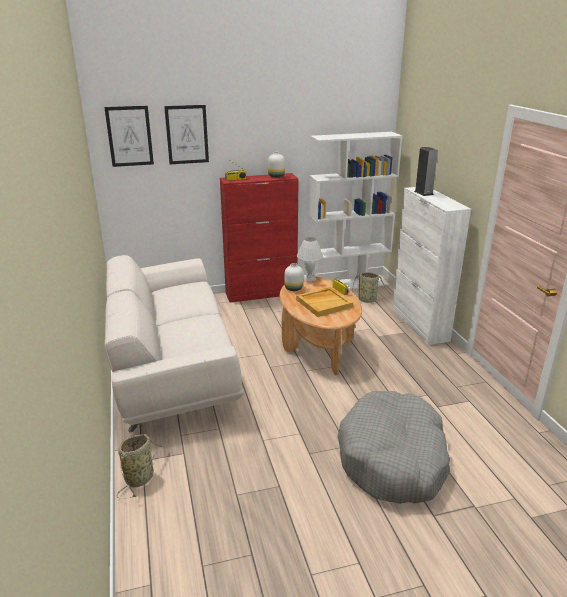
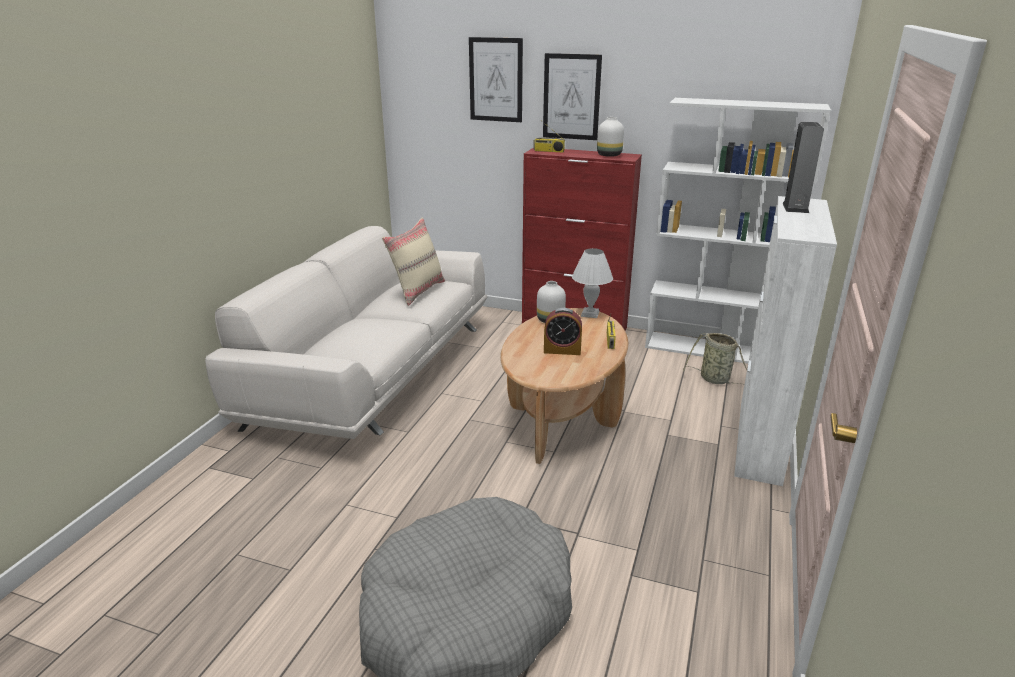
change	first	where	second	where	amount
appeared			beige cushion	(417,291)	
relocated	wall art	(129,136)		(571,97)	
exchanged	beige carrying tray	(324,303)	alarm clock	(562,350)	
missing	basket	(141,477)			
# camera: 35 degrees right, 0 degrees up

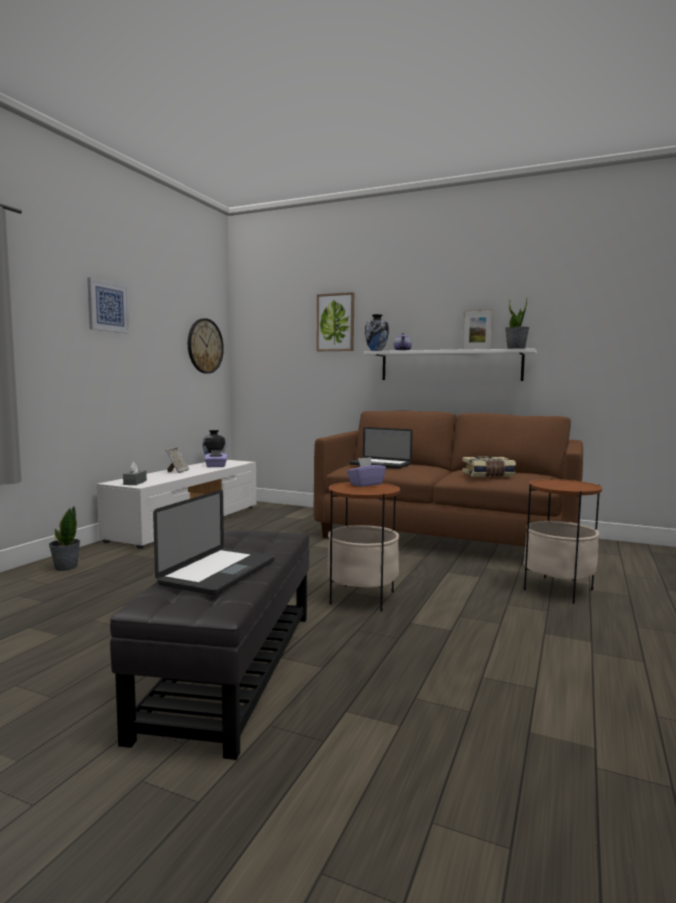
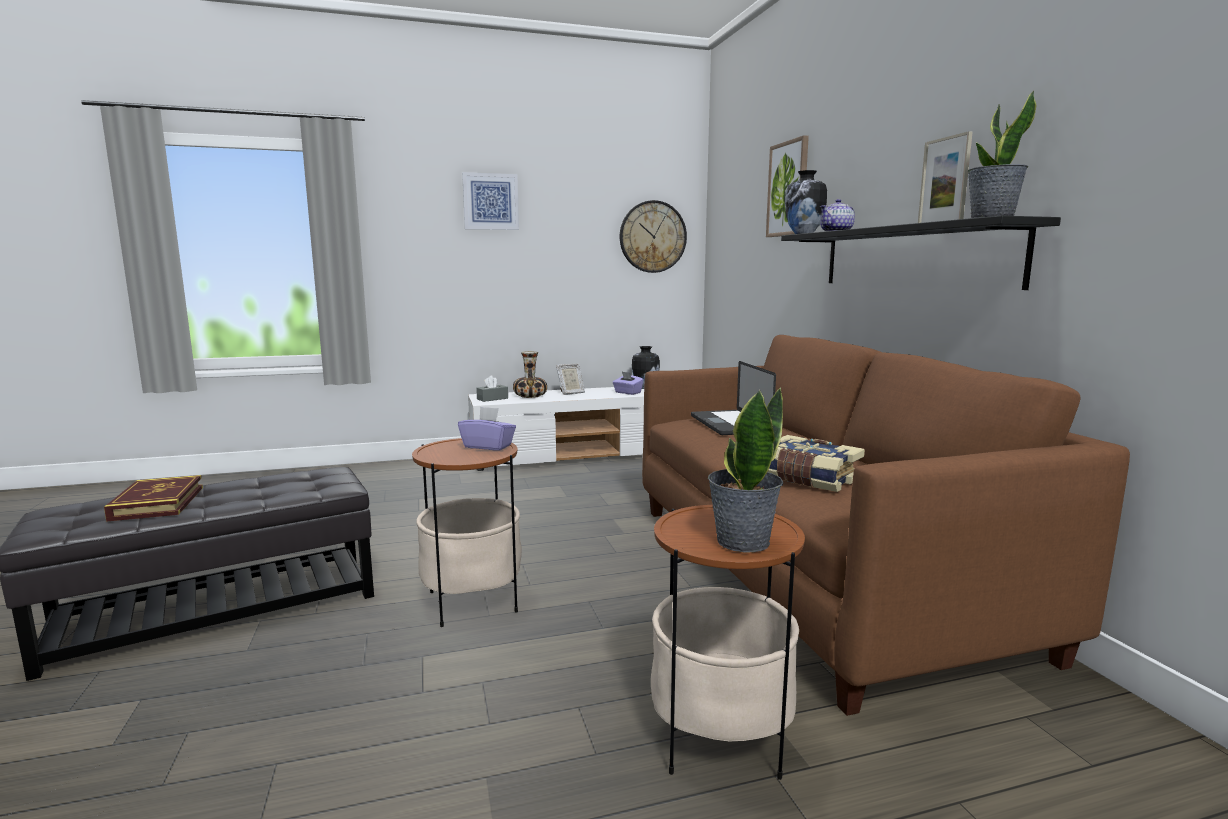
change	first	where	second	where	amount
exchanged	laptop	(219,572)	bound book	(158,503)	
appeared			flower vase	(530,396)	
relocated	potted plant	(65,567)		(742,541)	
colour	white-coloured bracket shelf	(450,366)	black-coloured bracket shelf	(912,257)	
# camera: 50 degrees right, 5 degrees up

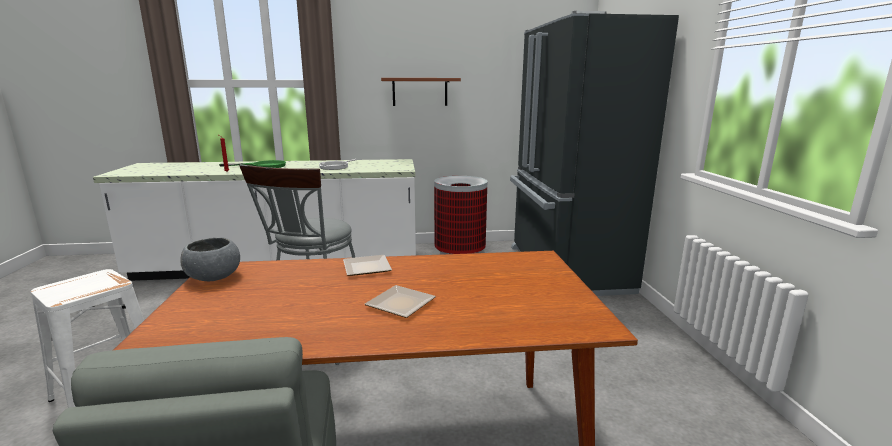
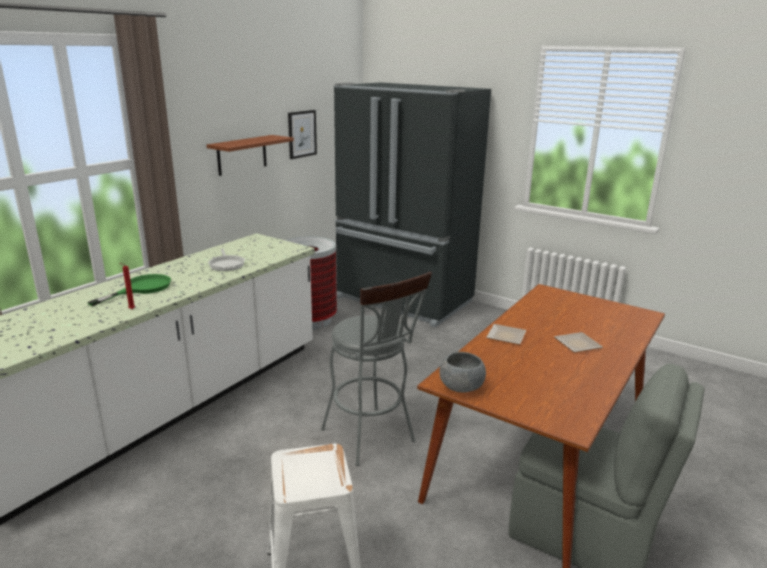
change	first	where	second	where	amount
appeared			wall art	(302,134)	
# camera: 50 degrees left, 5 degrees up

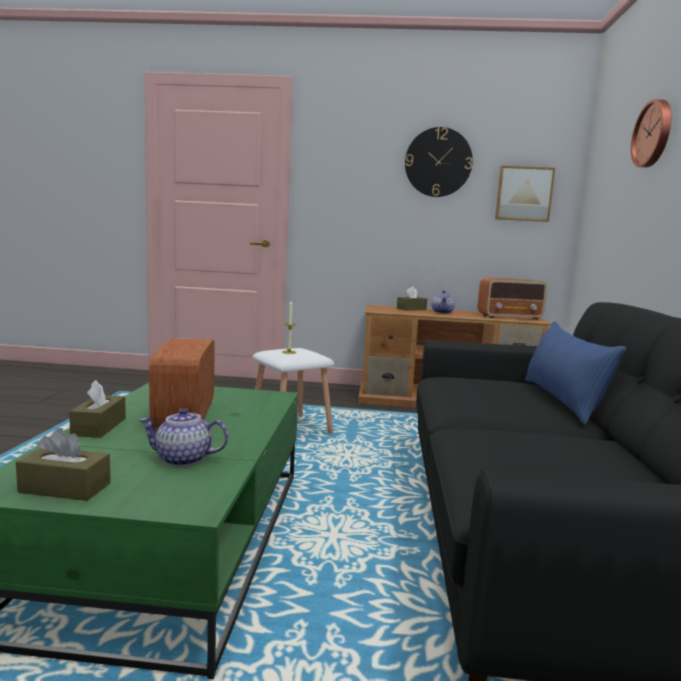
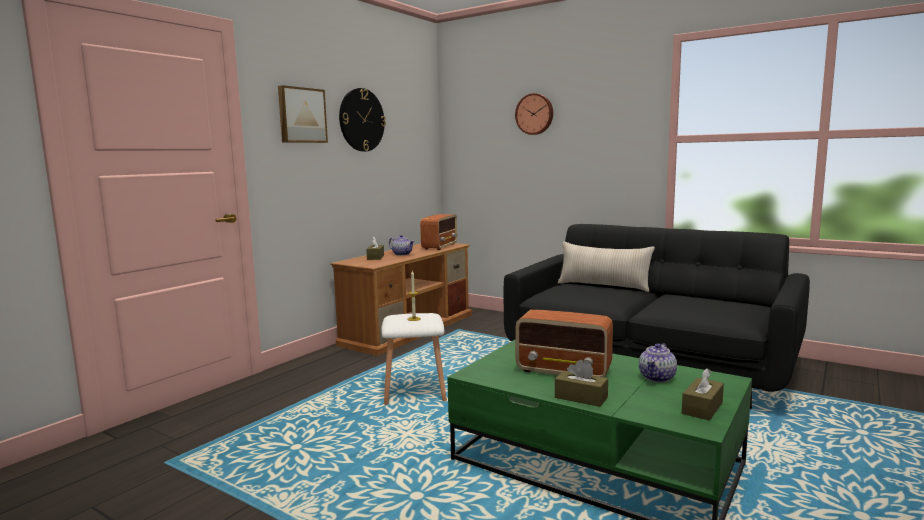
change	first	where	second	where	amount
relocated	wall art	(523,194)		(301,115)	
colour	blue-coloured cushion	(562,400)	beige cushion	(603,286)	
# camera: 60 degrees left, 0 degrees up

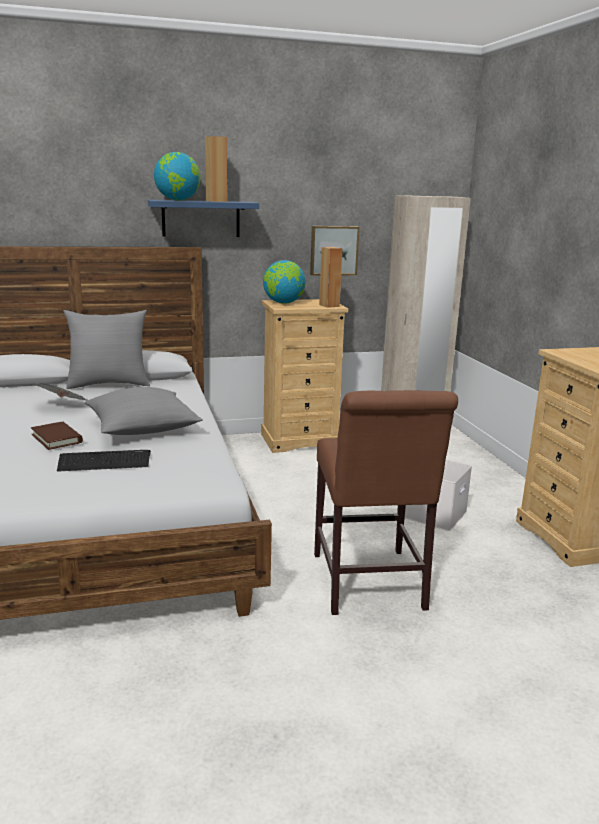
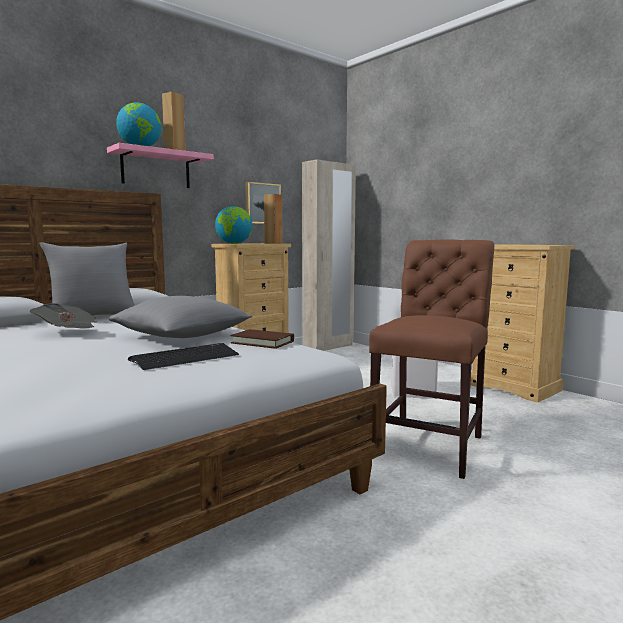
change	first	where	second	where	amount
colour	blue-coloured bracket shelf	(201,218)	pink-coloured bracket shelf	(156,169)	
relocated	brown bound book	(57,438)		(262,342)	
spun	brown plain chair	(368,585)		(431,444)	120 degrees counterclockwise
# camera: 25 degrees left, 10 degrees down

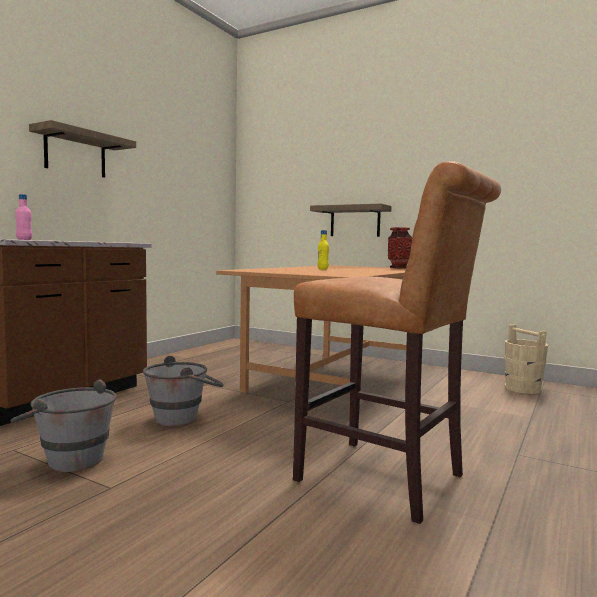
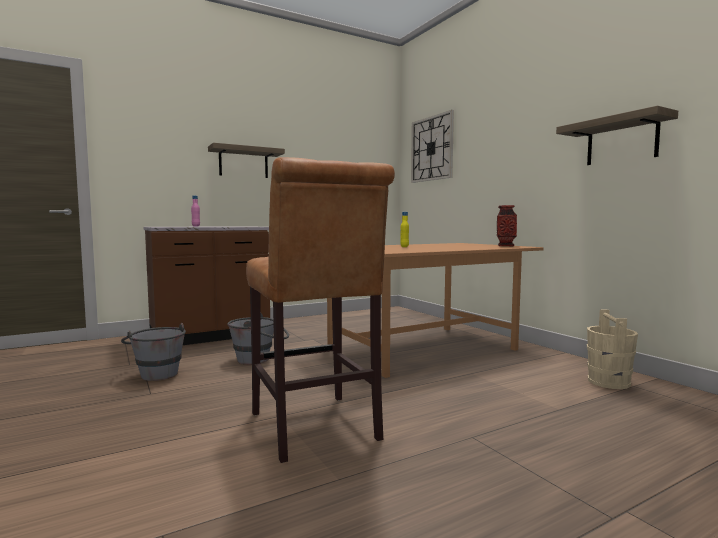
change	first	where	second	where	amount
appeared			wall clock	(432,148)	
relocated	bracket shelf	(355,221)		(621,141)	
# camera: 30 degrees right, 0 degrees up

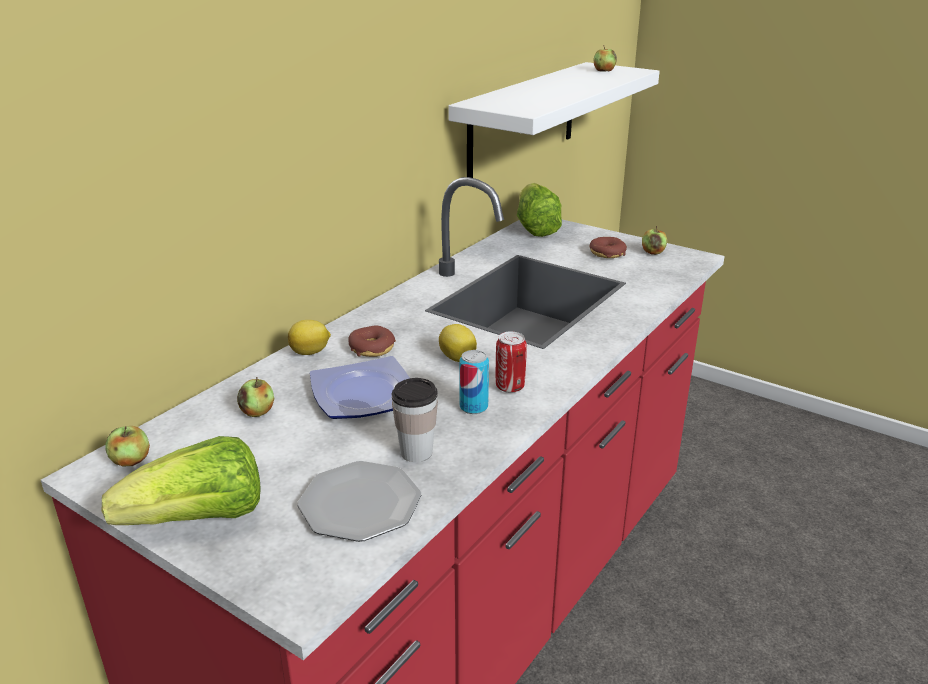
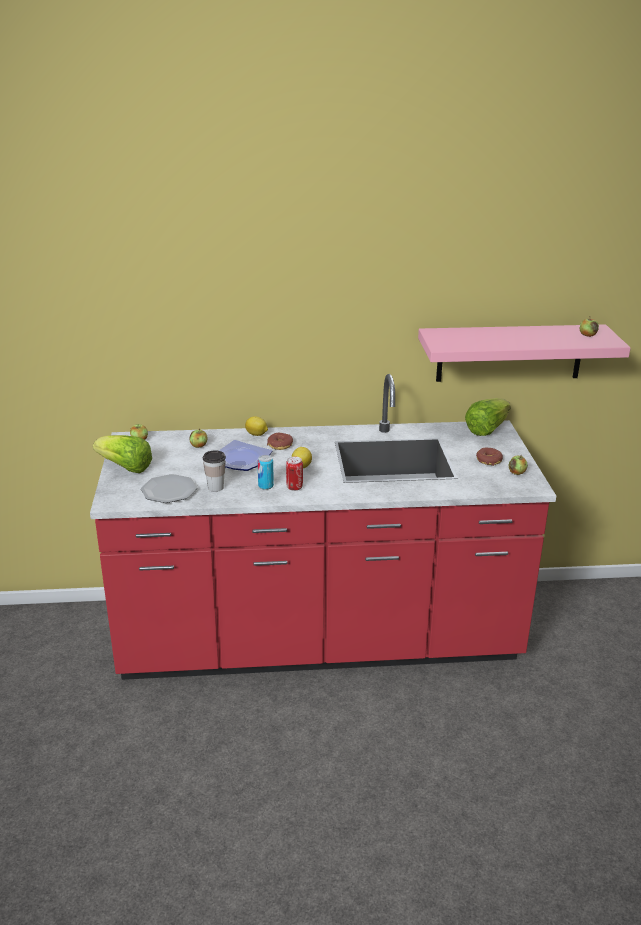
change	first	where	second	where	amount
colour	white-coloured bracket shelf	(523,120)	pink-coloured bracket shelf	(509,353)	
# camera: 50 degrees right, 0 degrees up

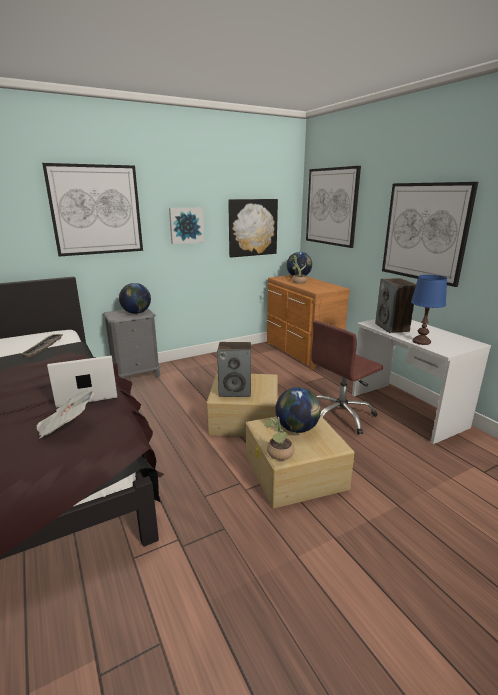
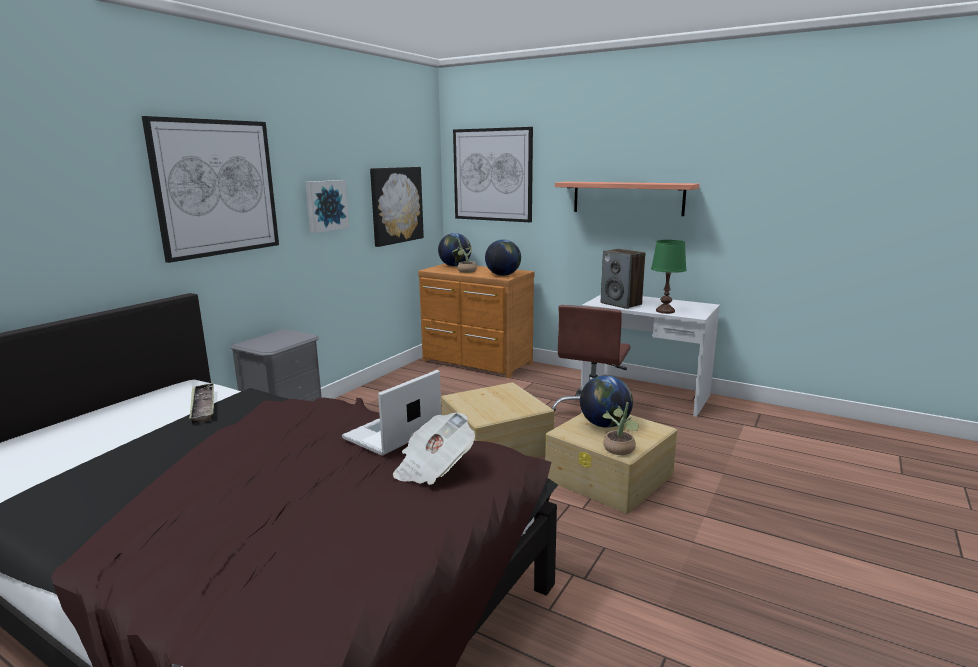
change	first	where	second	where	amount
relocated	world globe	(136,313)		(503,275)	
exchanged	wall art	(424,232)	bracket shelf	(627,198)	
colour	blue-coloured lamp for a table	(421,341)	greenish lamp for a table	(665,311)	
missing	speaker	(235,391)			
# camera: 30 degrees left, 5 degrees down

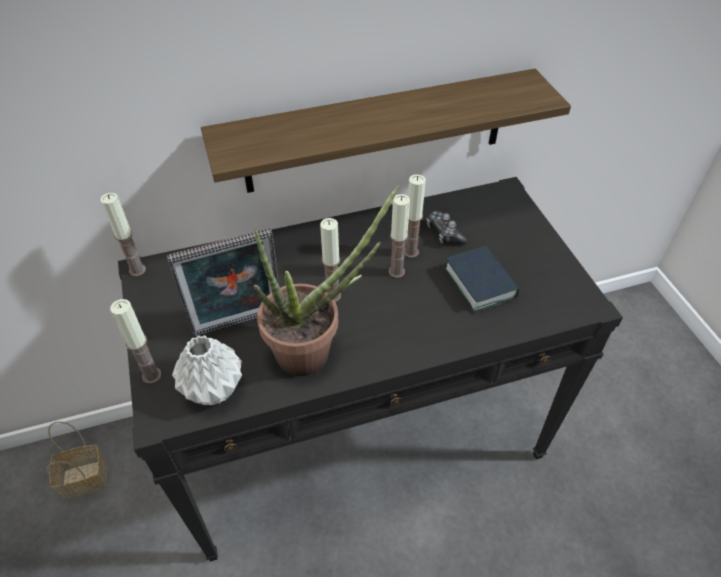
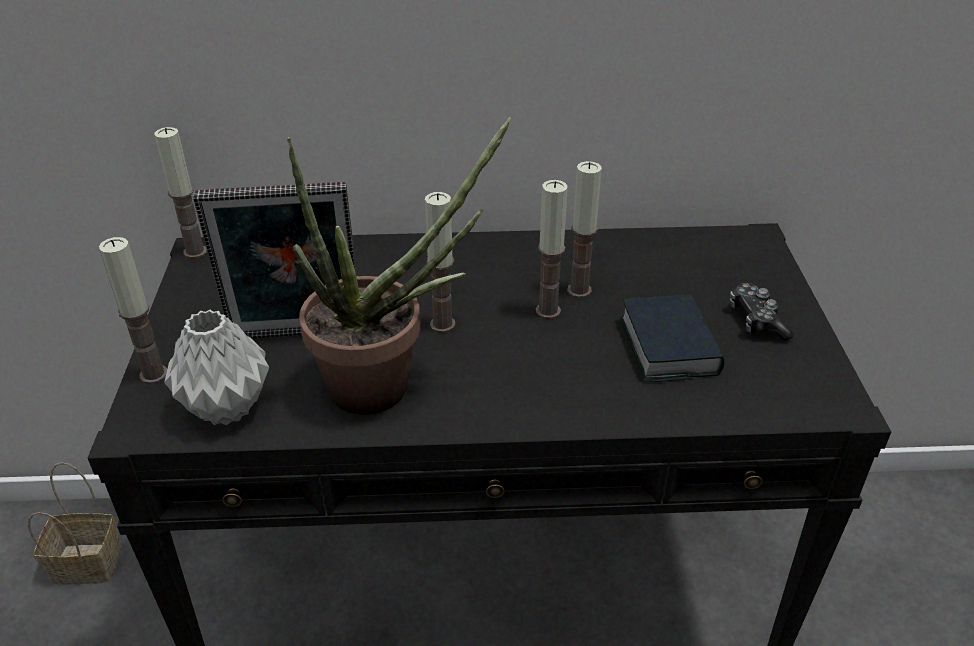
change	first	where	second	where	amount
relocated	game controller	(444,233)		(756,320)	
missing	bracket shelf	(376,132)			
# camera: 15 degrees right, 10 degrees down

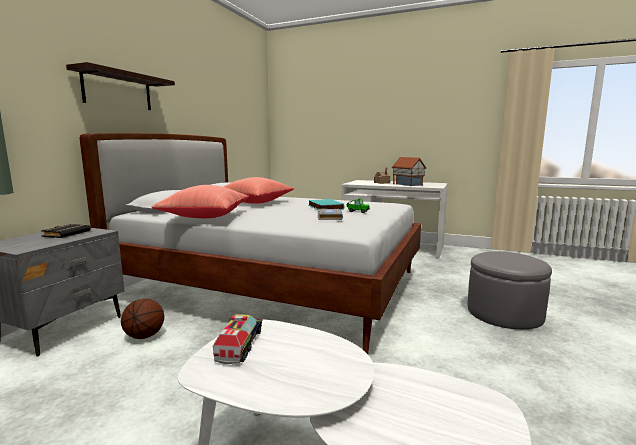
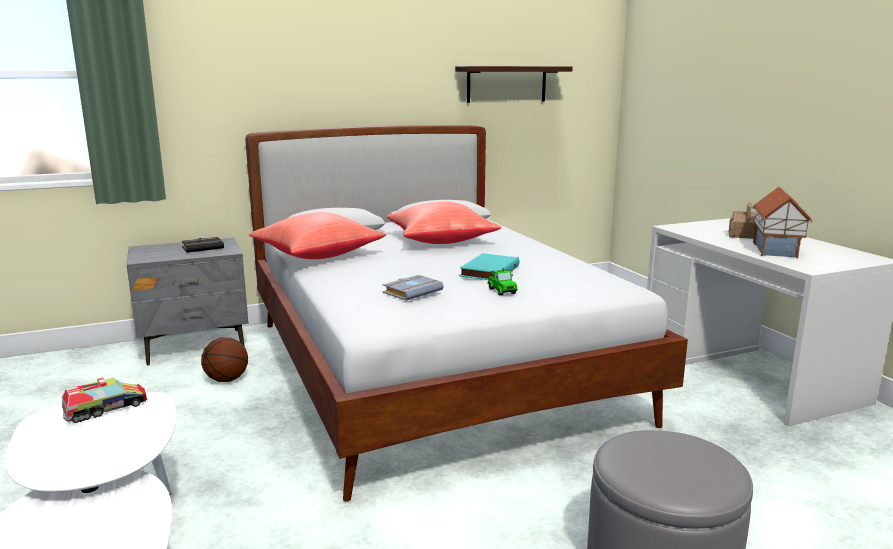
change	first	where	second	where	amount
relocated	bracket shelf	(118,90)		(506,84)	
# camera: 45 degrees right, 5 degrees up

